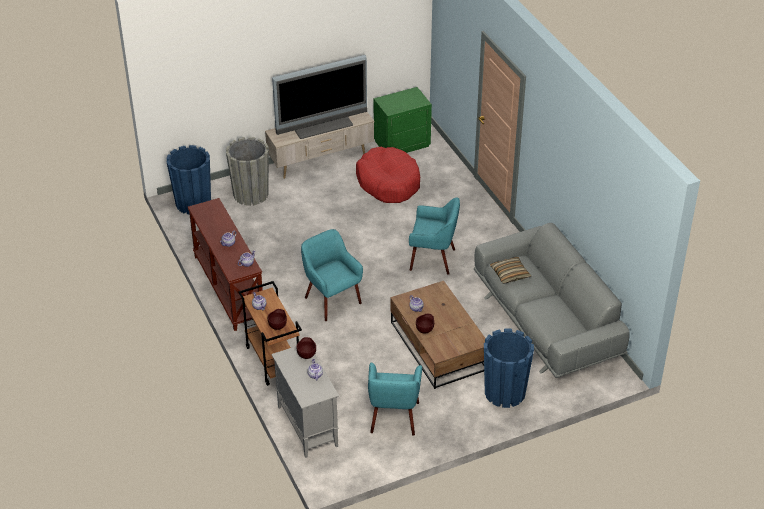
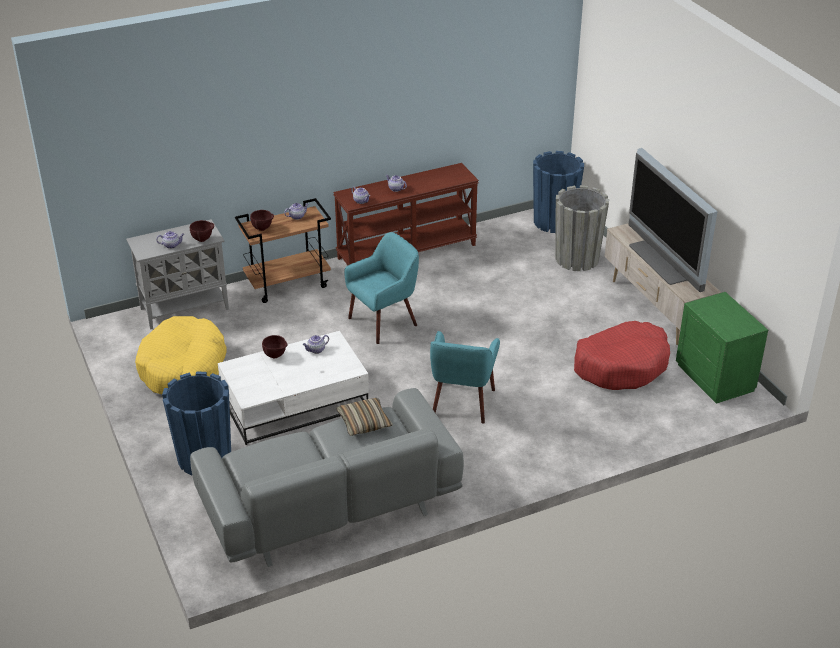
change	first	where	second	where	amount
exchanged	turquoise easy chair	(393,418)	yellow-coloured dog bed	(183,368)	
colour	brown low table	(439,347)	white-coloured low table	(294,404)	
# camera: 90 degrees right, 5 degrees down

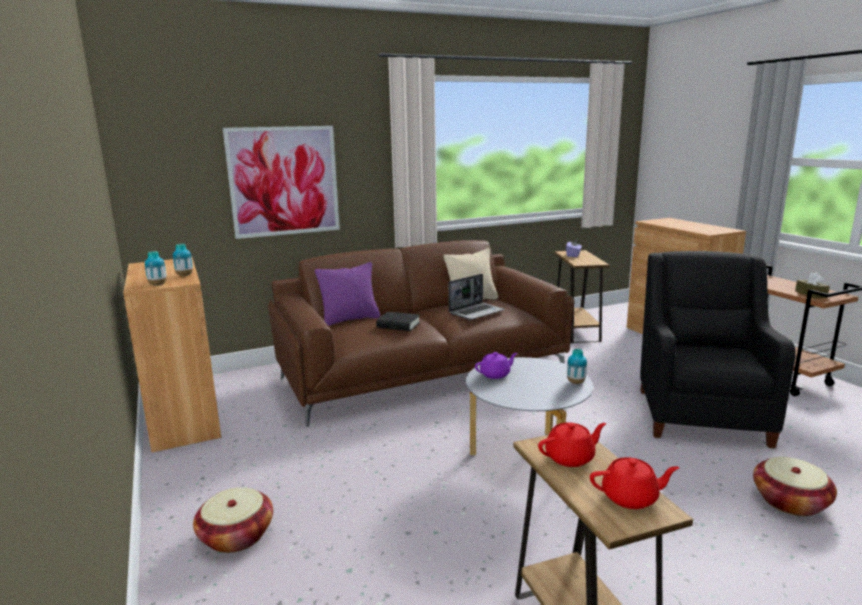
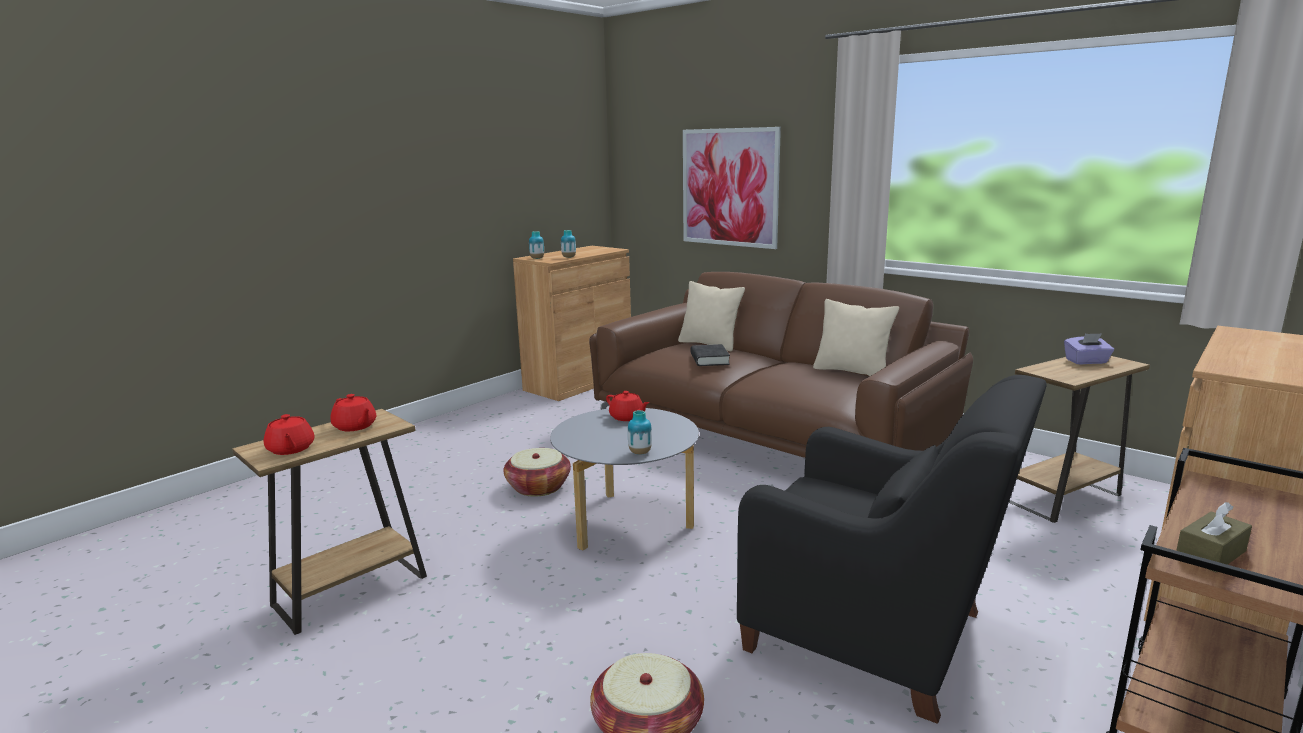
change	first	where	second	where	amount
relocated	basket	(236,536)		(538,487)	
colour	purple pot for tea	(495,374)	red pot for tea	(627,417)	
colour	purple cushion	(350,319)	beige cushion	(710,344)	
spun	black-coloured easy chair	(700,412)		(877,635)	45 degrees clockwise
missing	laptop	(476,312)			
# camera: 65 degrees right, 0 degrees up

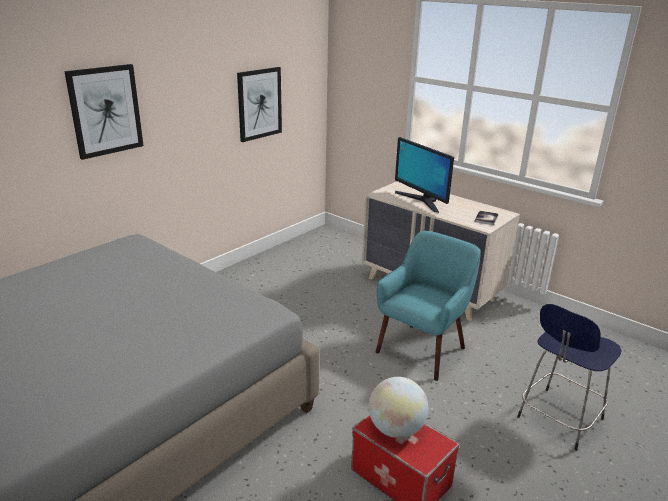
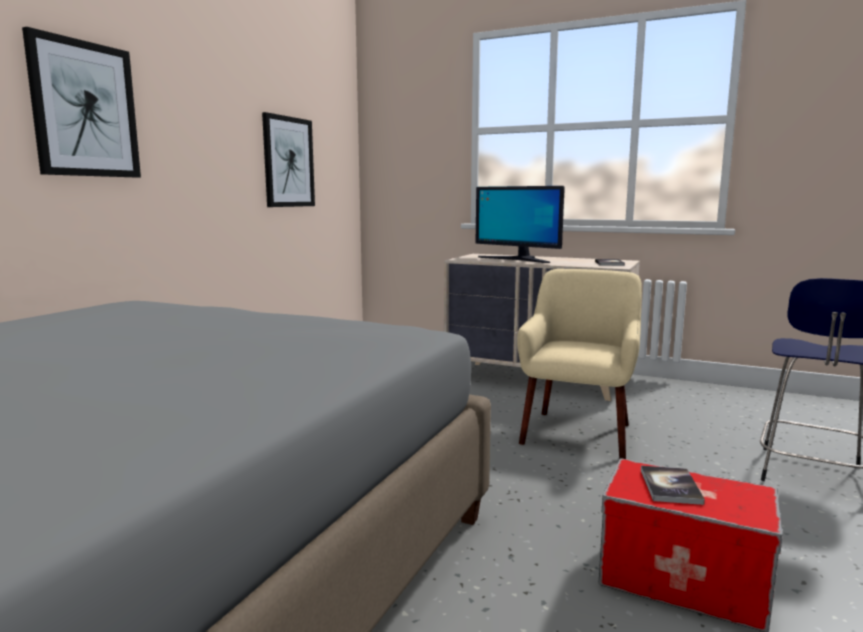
change	first	where	second	where	amount
colour	turquoise easy chair	(422,350)	beige easy chair	(578,433)	
exchanged	world globe	(396,429)	bound book	(670,486)	
# camera: 15 degrees left, 15 degrees down

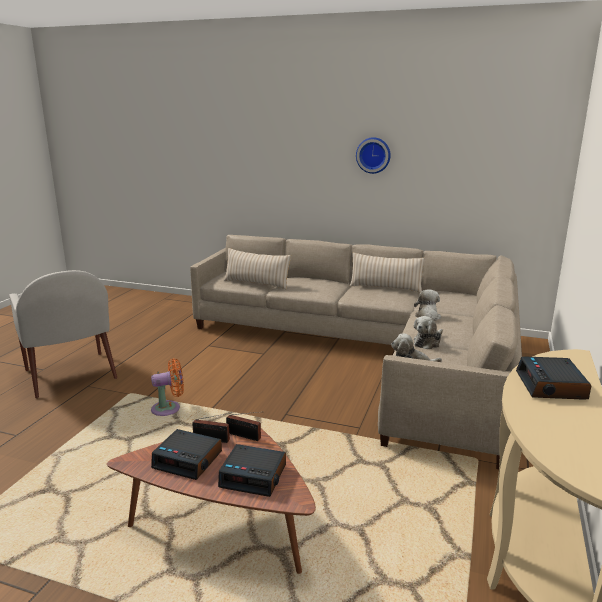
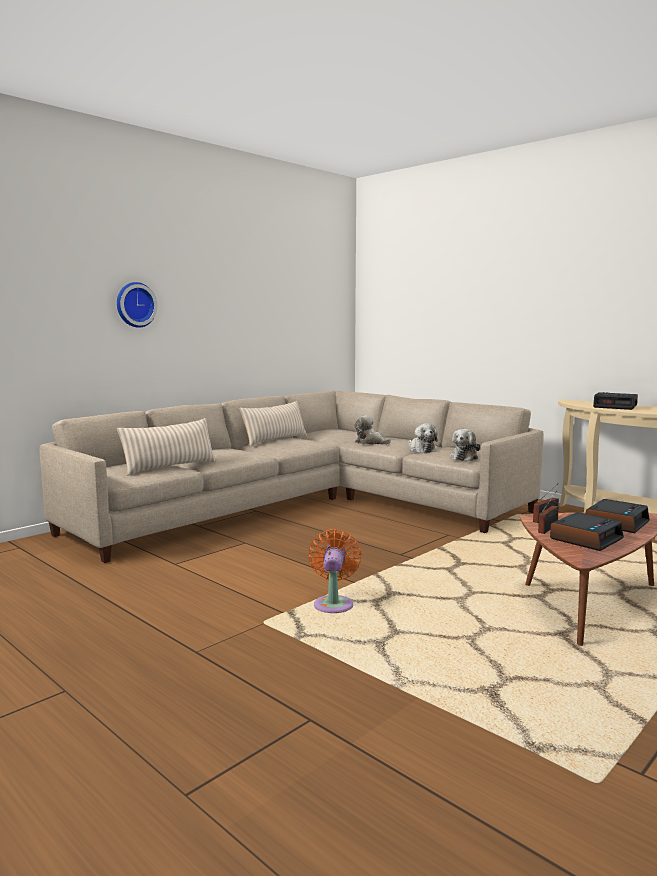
change	first	where	second	where	amount
relocated	wall clock	(373,155)		(135,305)	
missing	white-coloured easy chair	(70,375)			
# camera: 65 degrees left, 10 degrees down

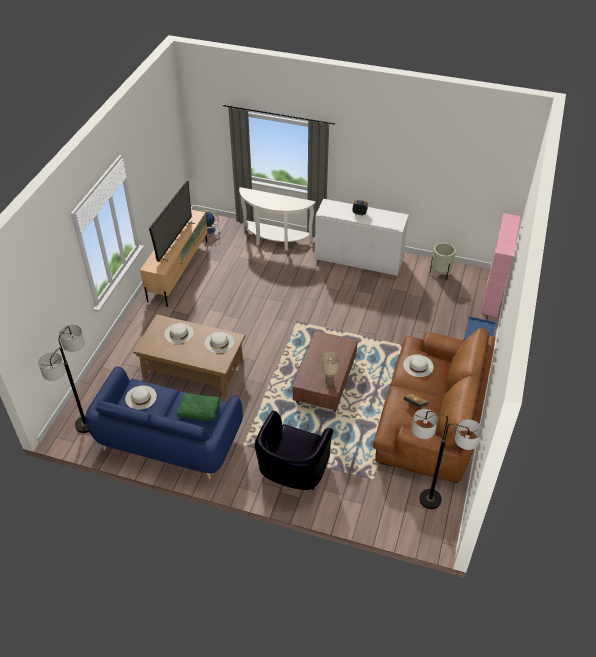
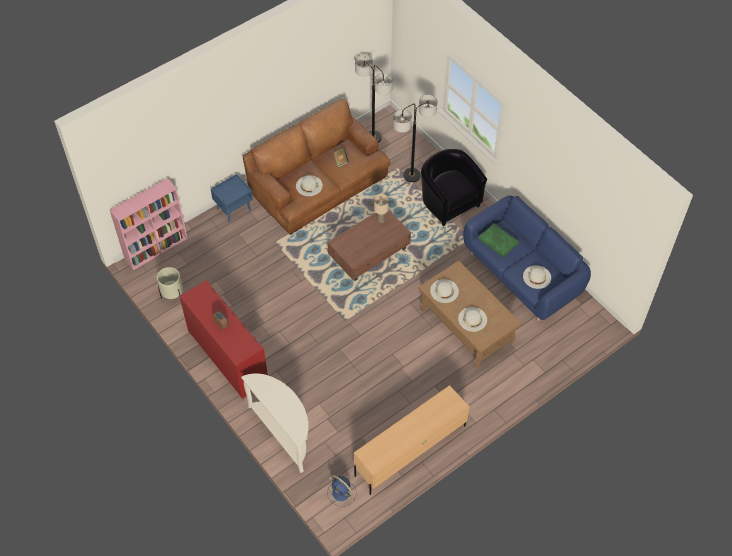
change	first	where	second	where	amount
colour	white-coloured storage cabinet	(358,259)	red storage cabinet	(227,356)	
relocated	standing lamp	(85,424)		(412,175)	
spun	black-coloured easy chair	(292,472)		(448,202)	90 degrees counterclockwise
missing	TV set	(174,240)			
# camera: 145 degrees left, 10 degrees up

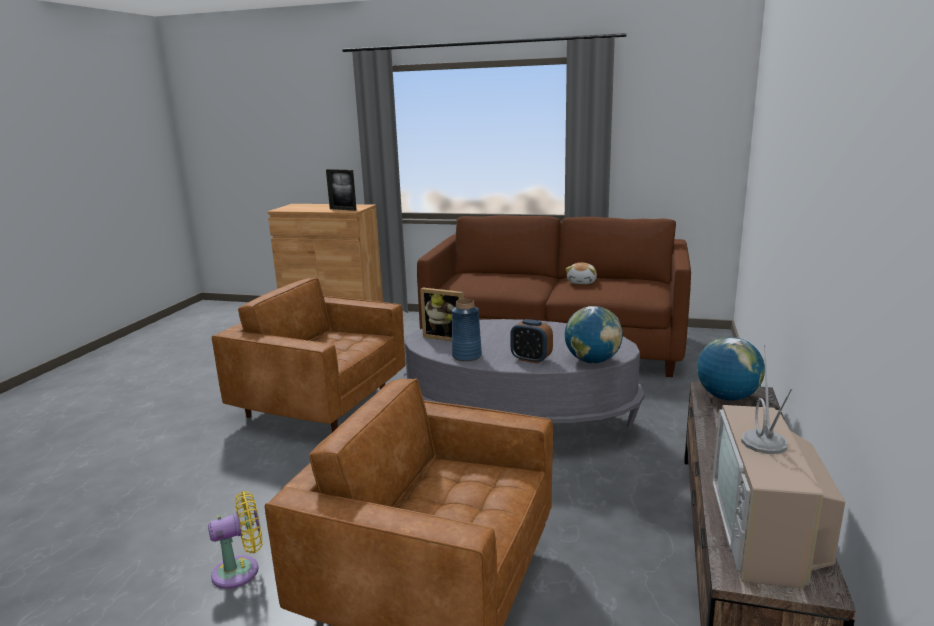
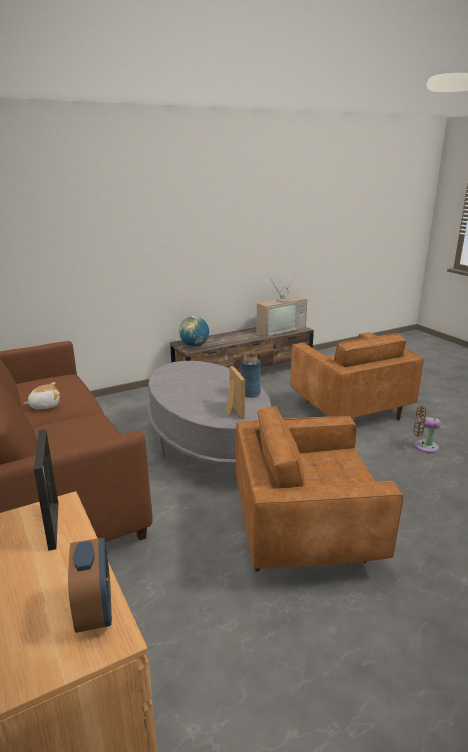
change	first	where	second	where	amount
relocated	alarm clock	(531,359)		(94,611)	
spun	brown easy chair	(321,406)		(304,533)	105 degrees clockwise
colour	yellow-coloured fan	(241,571)	brown fan	(423,446)	
missing	world globe	(592,361)			
# camera: 135 degrees left, 5 degrees up

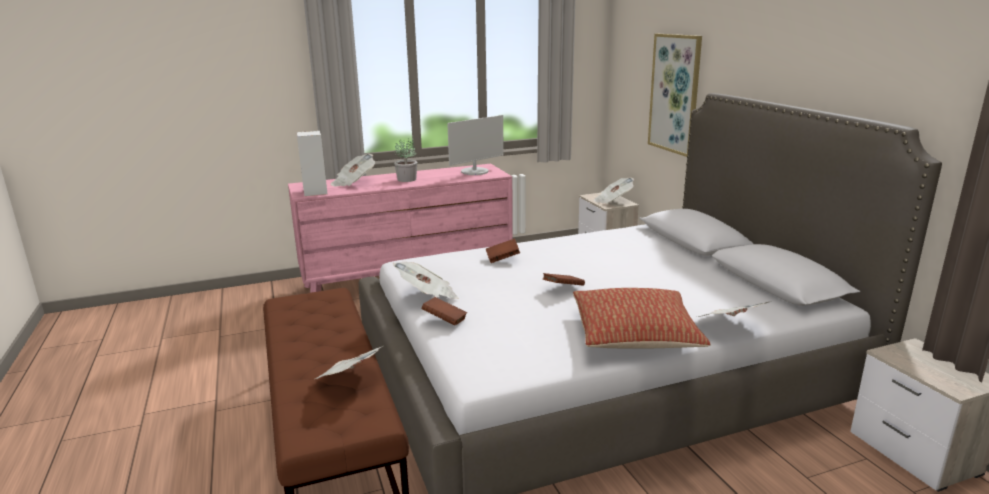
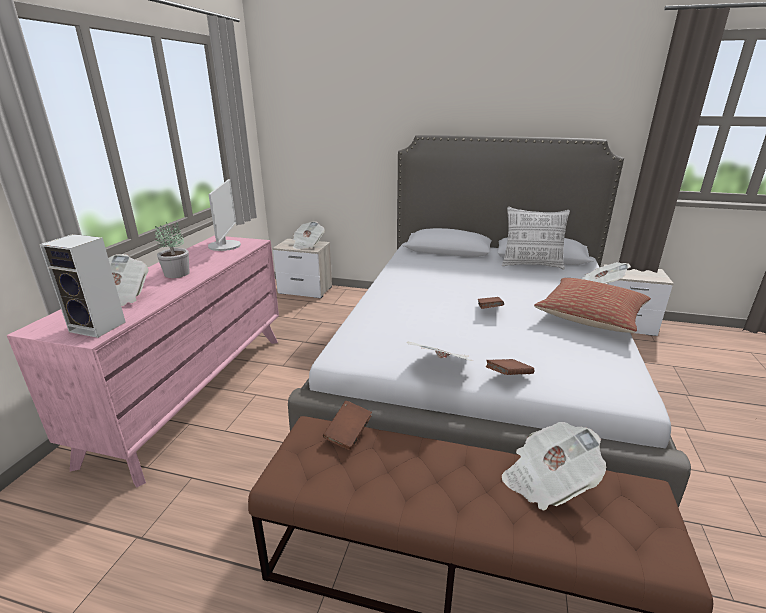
change	first	where	second	where	amount
relocated	brown bound book	(502,258)		(348,434)	
appeared			cushion	(531,265)	
missing	wall art	(675,94)			
# camera: 55 degrees left, 5 degrees up

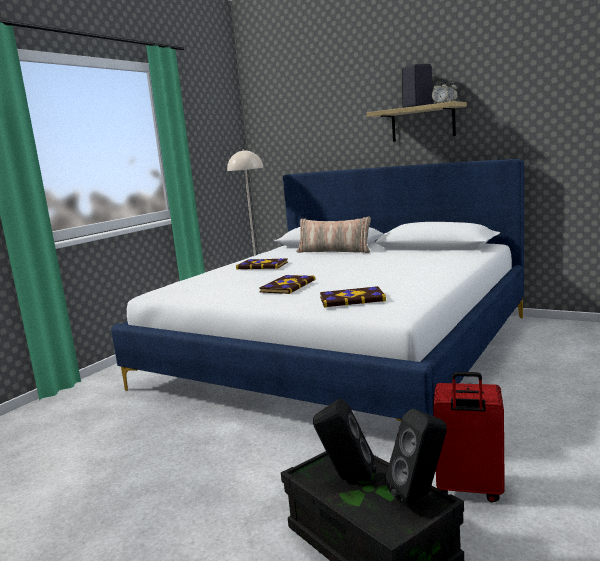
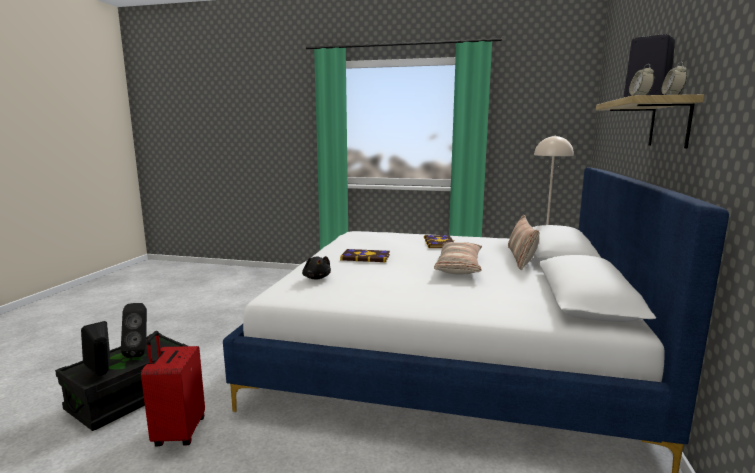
change	first	where	second	where	amount
exchanged	bound book	(352,299)	black-coloured plush toy	(316,278)	
appeared			cushion	(459,267)	
# camera: 70 degrees right, 0 degrees up

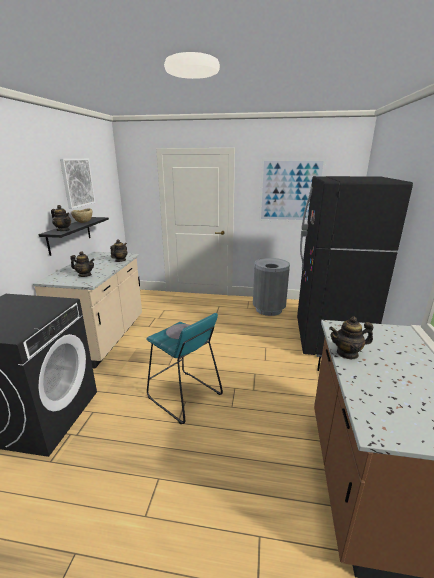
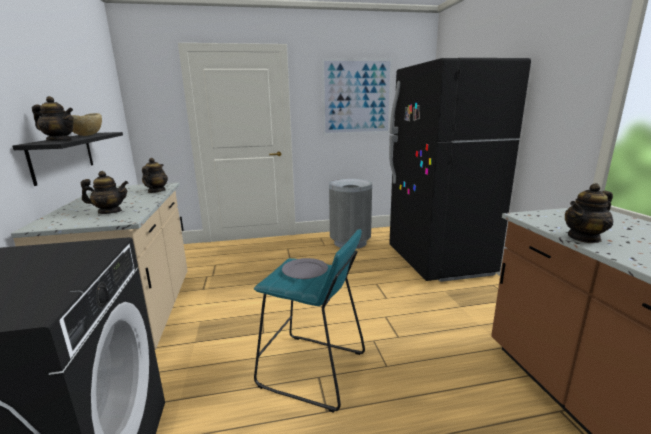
change	first	where	second	where	amount
missing	wall art	(77,182)			
# camera: 20 degrees left, 5 degrees down

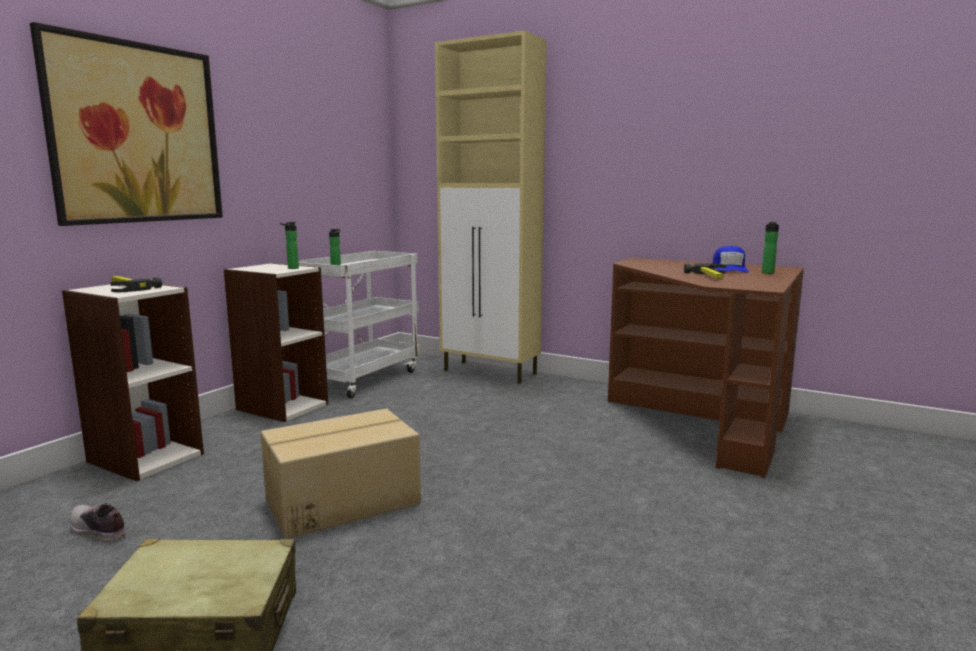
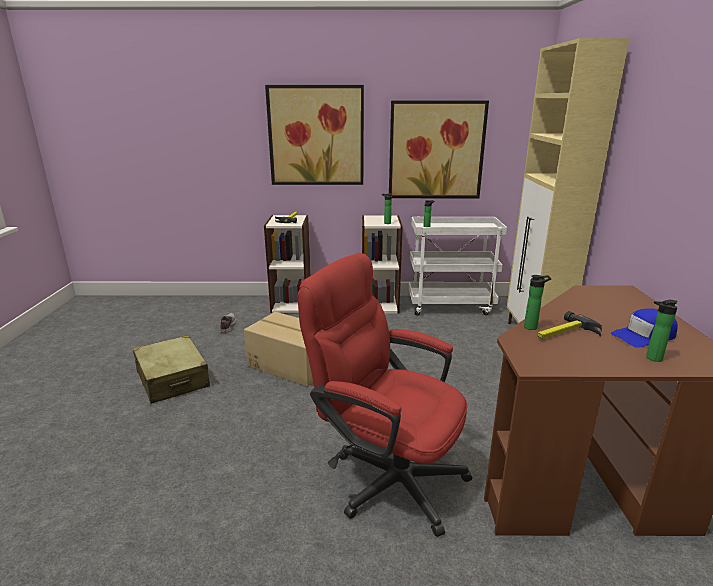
change	first	where	second	where	amount
appeared			red desk chair	(386,475)	
appeared			wall art	(436,150)	
appeared			drink bottle	(532,327)	
# camera: 60 degrees right, 10 degrees up

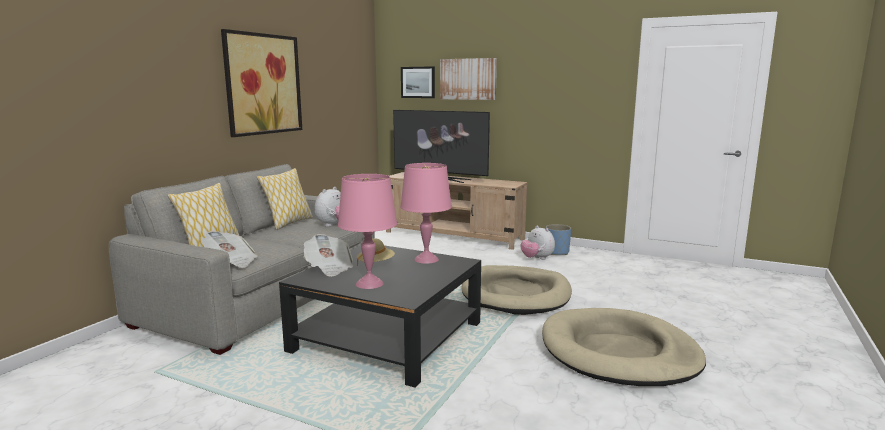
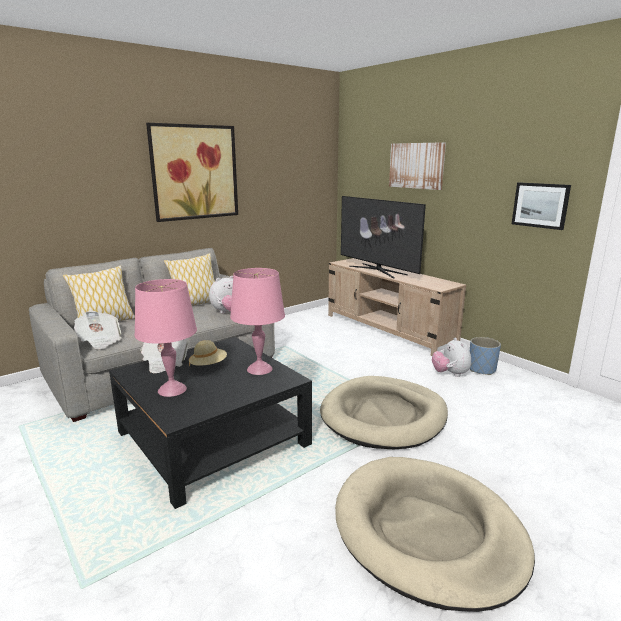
change	first	where	second	where	amount
relocated	wall art	(418,82)		(540,205)	
# camera: 25 degrees right, 5 degrees up

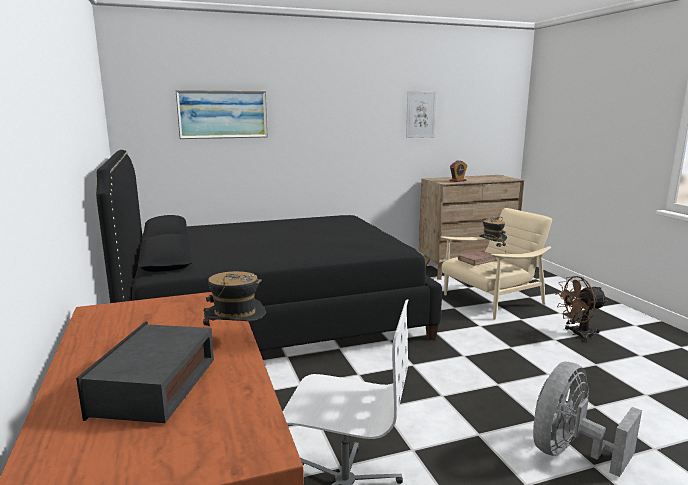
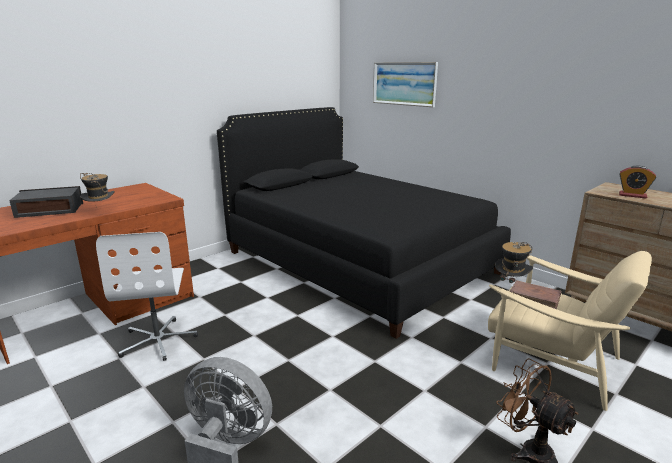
change	first	where	second	where	amount
missing	wall art	(420,114)			
# camera: 65 degrees right, 5 degrees up

